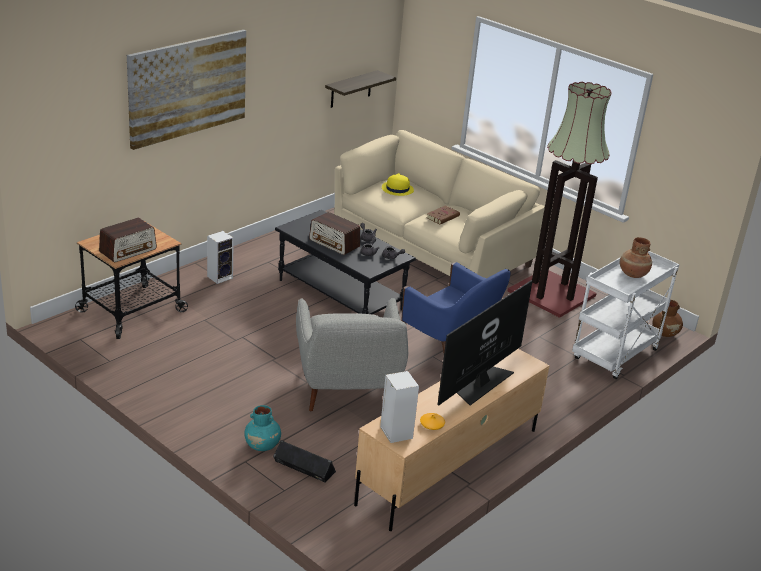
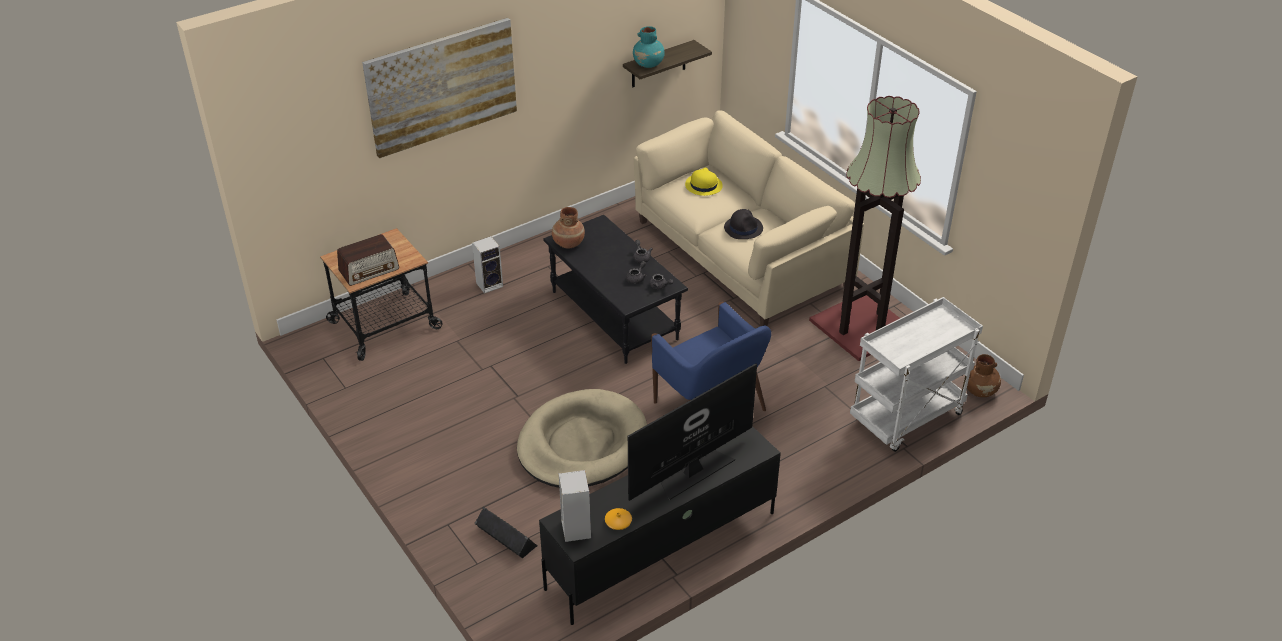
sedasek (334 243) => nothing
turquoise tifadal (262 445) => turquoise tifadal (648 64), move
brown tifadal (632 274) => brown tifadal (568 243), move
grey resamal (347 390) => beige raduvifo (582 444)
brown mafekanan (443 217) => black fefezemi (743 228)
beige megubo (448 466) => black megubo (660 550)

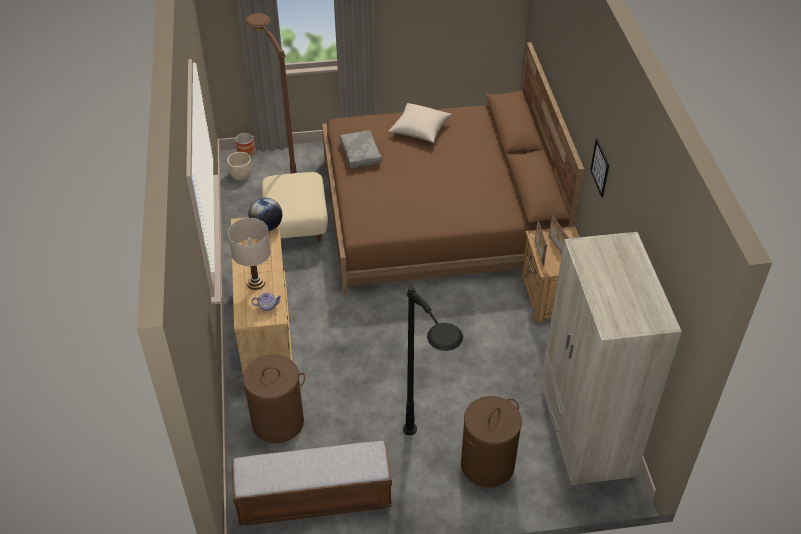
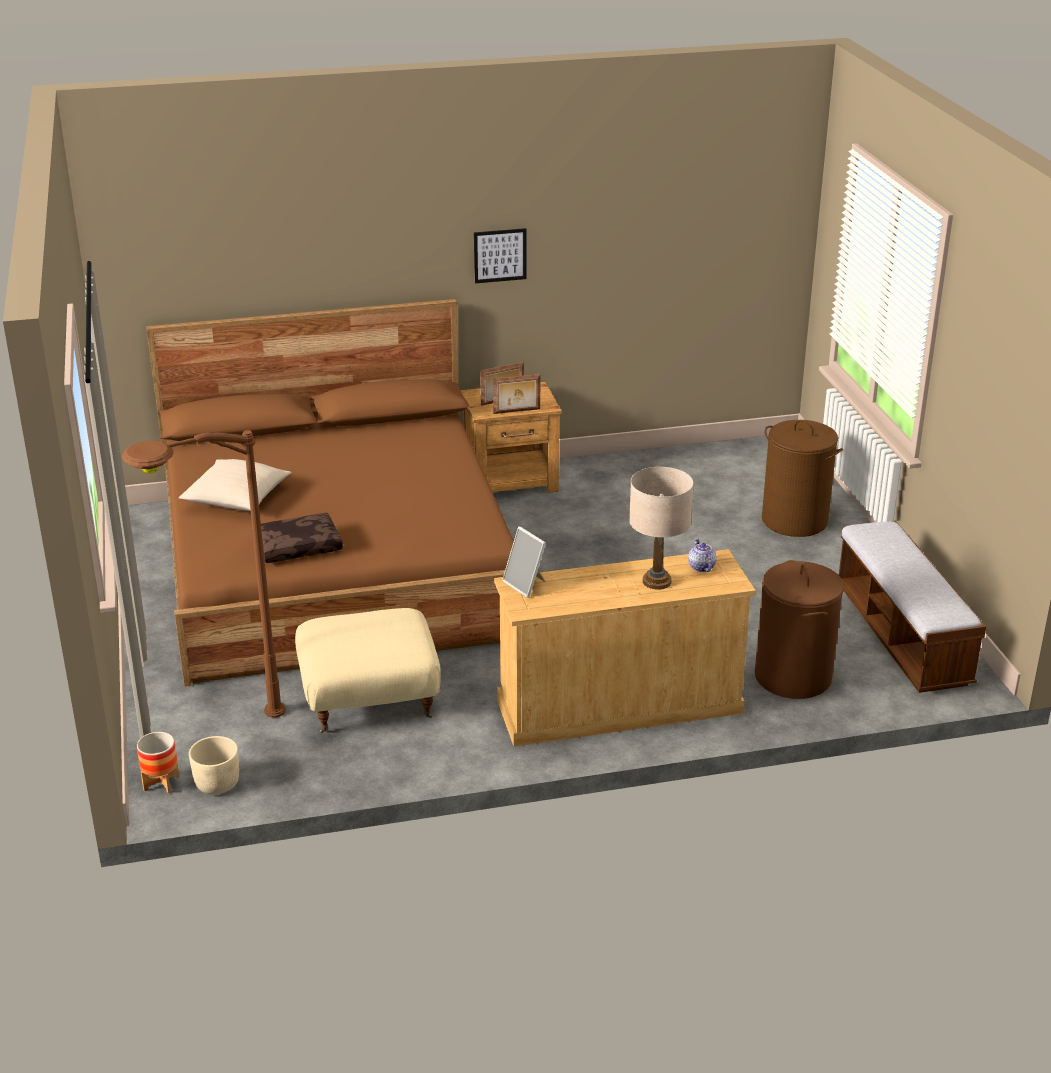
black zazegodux (429 464) => nothing
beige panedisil (585 431) => nothing
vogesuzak (267 226) => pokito (526 585)
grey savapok (361 154) => brown savapok (298 546)

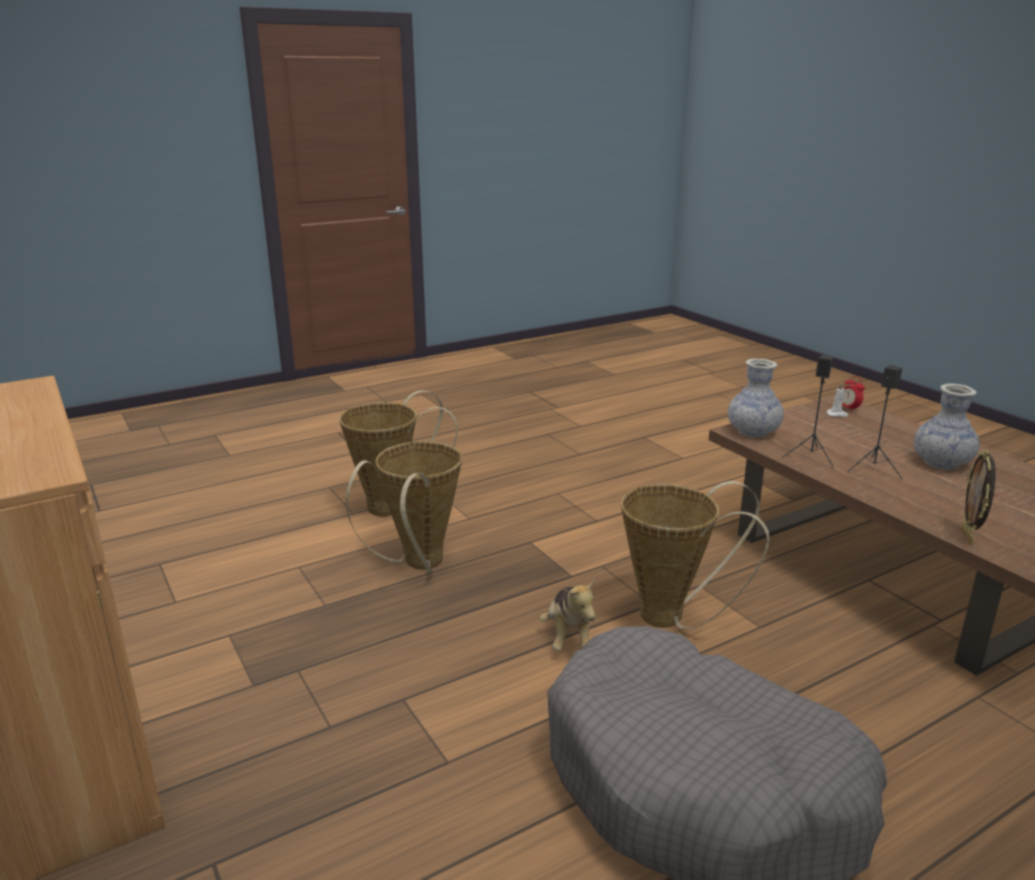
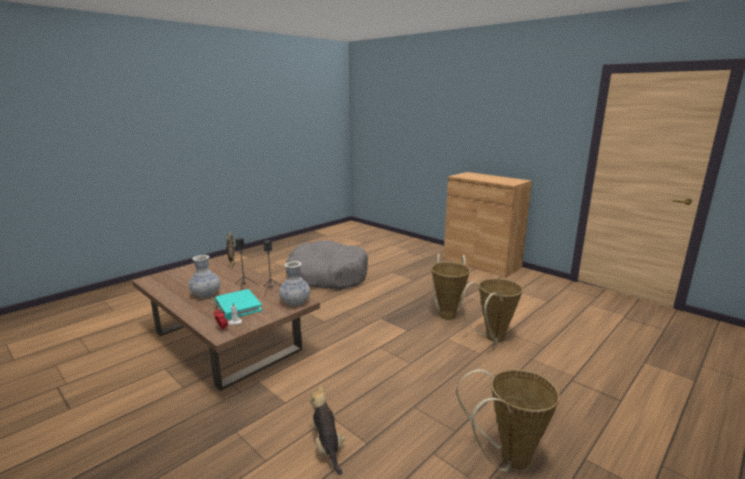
nothing => turquoise mafekanan (237 306)
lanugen (568 637) => lanugen (327 447), move
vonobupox (672 617) => vonobupox (507 459), move

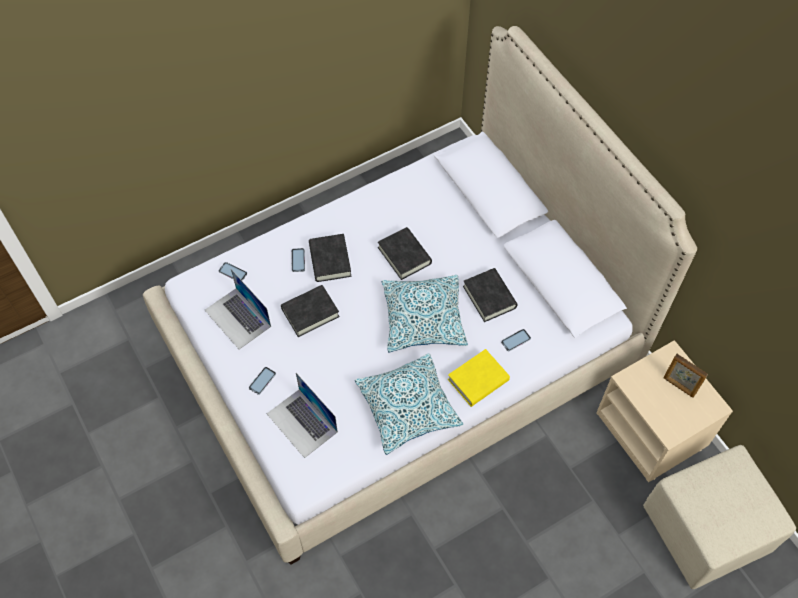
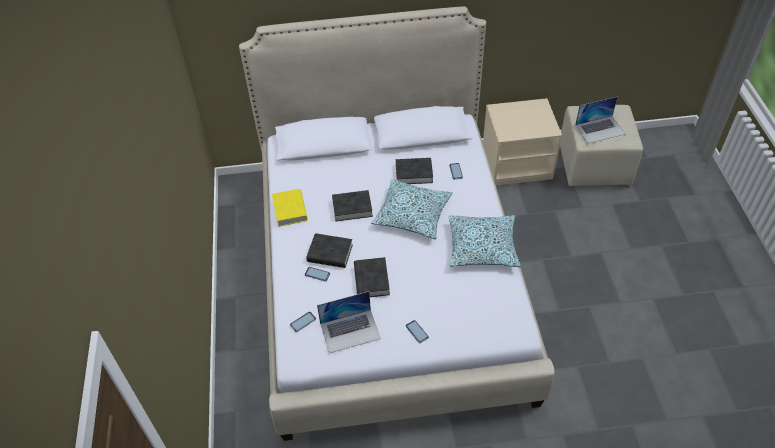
pokito (679 386) => nothing
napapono (302 423) => napapono (600 129), move
yellow mafekanan (478 380) => yellow mafekanan (290 210), move

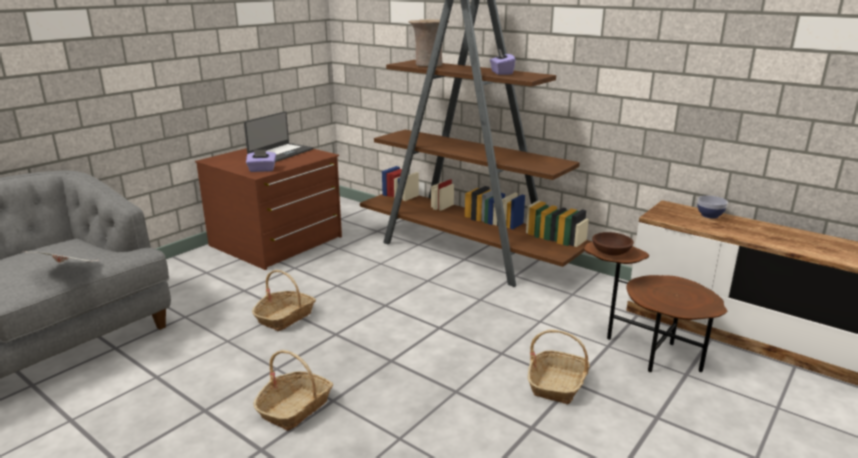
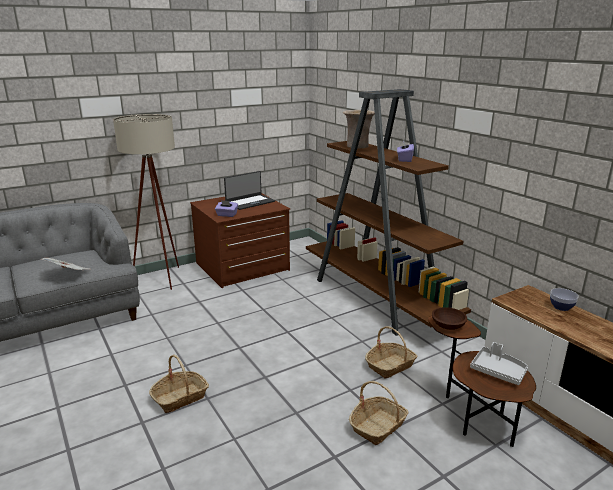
nothing => beige zazegodux (162 280)
nothing => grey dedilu (498 371)
vonobupox (285 317) => vonobupox (390 366), move

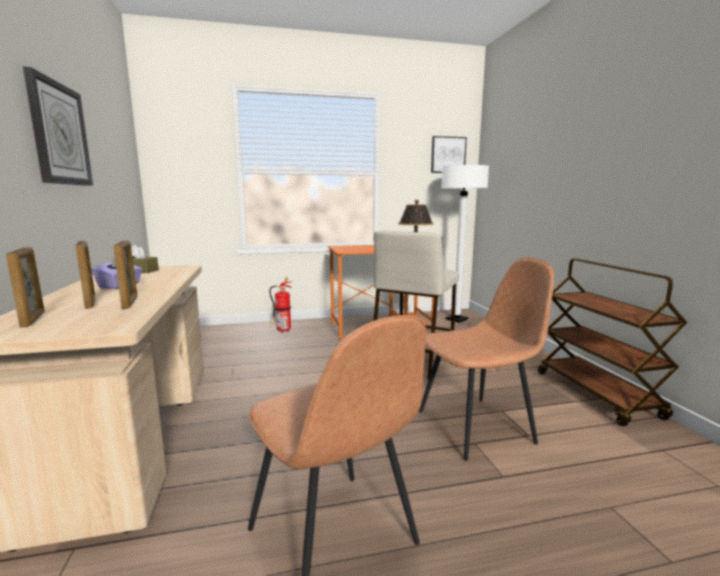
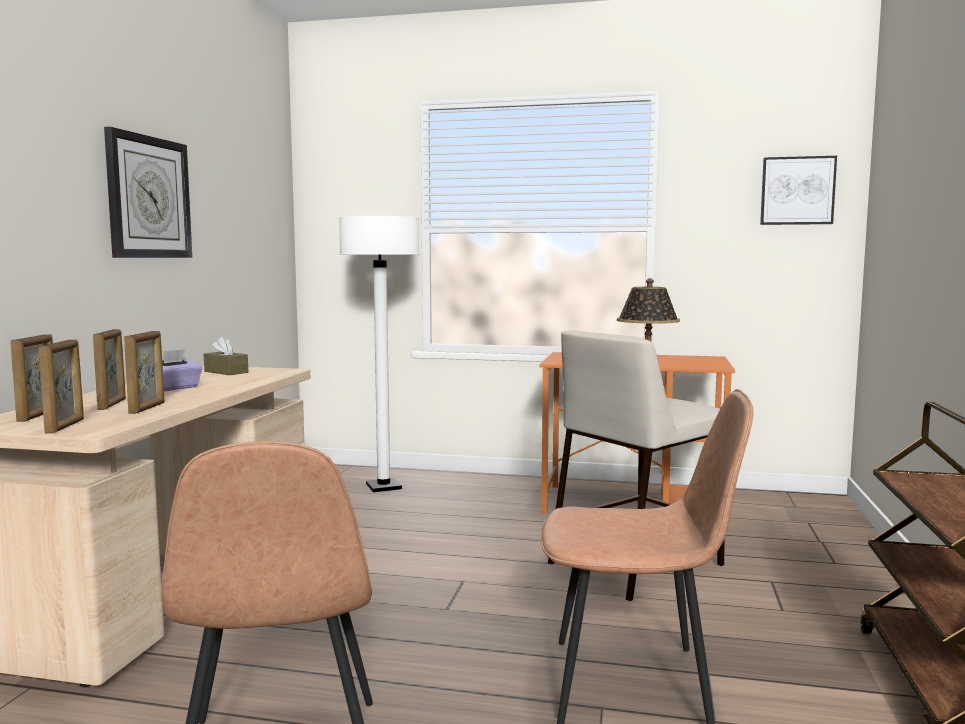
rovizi (282 330) => nothing
nothing => pokito (65 426)
white zazegodux (456 319) => white zazegodux (383 487), move

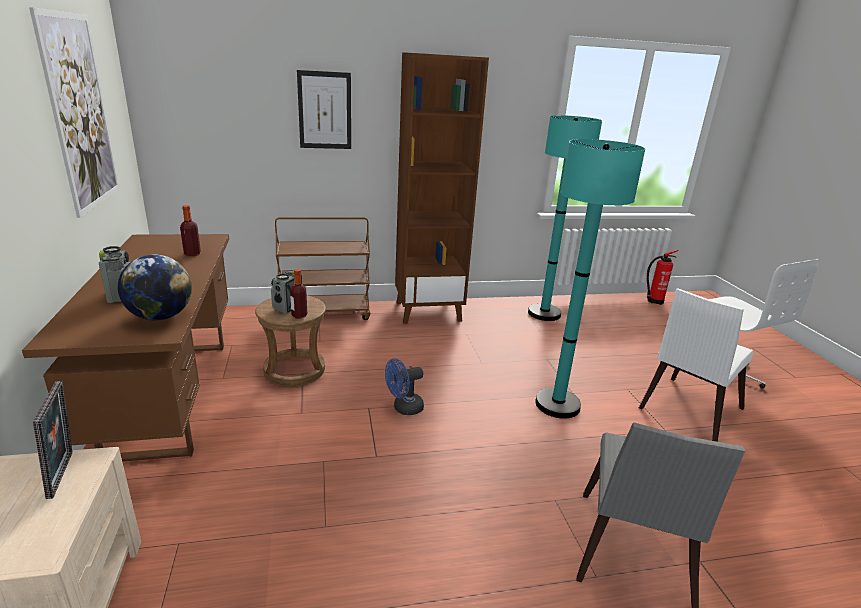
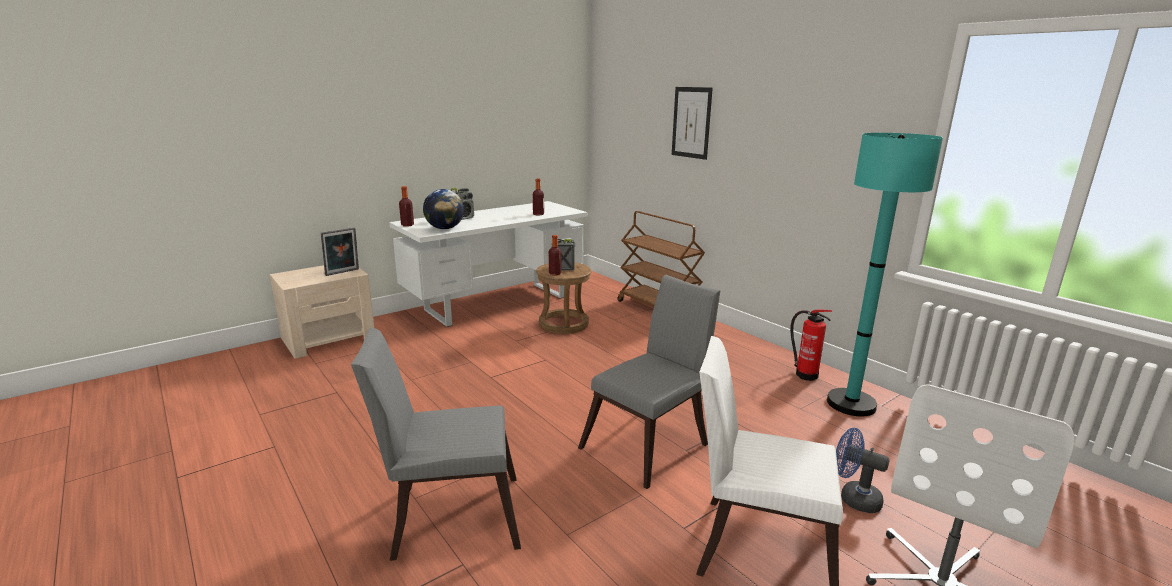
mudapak (80 113) => nothing
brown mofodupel (428 311) => nothing
nothing => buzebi (407 225)
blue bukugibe (404 408) => blue bukugibe (853 498), move
rovizi (653 301) => rovizi (804 374), move
turquoise zazegodux (557 404) => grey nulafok (650 443)
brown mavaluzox (170 395) => white mavaluzox (496 303)

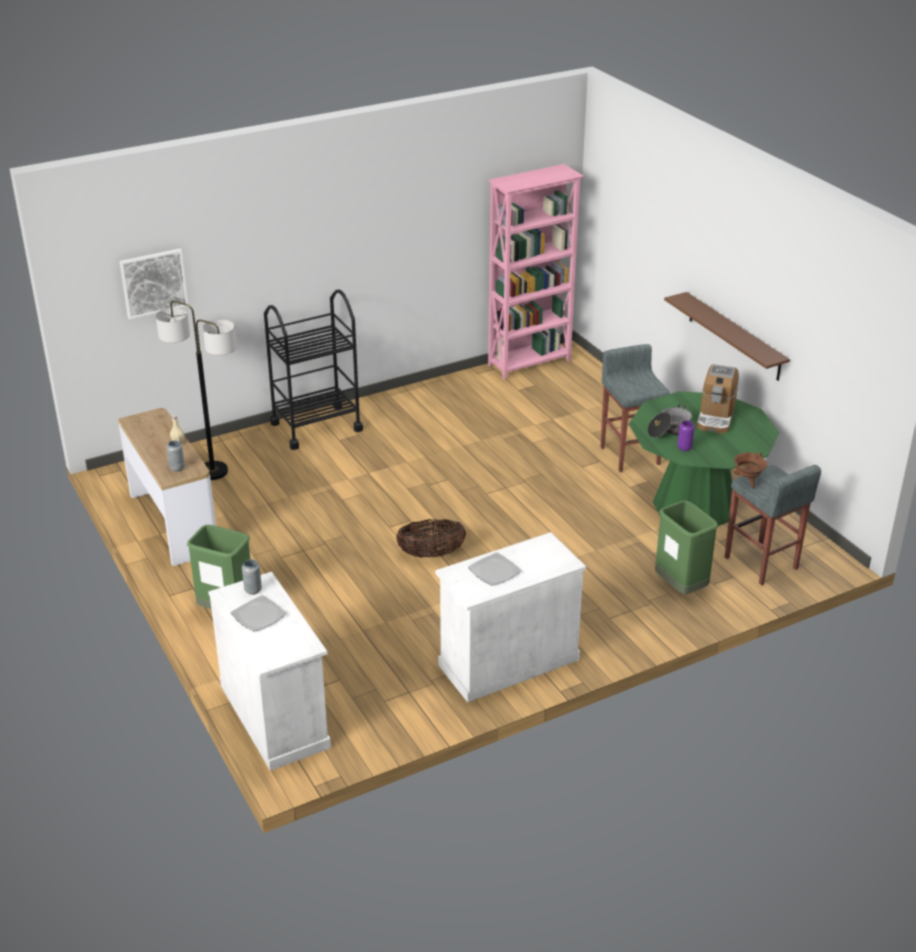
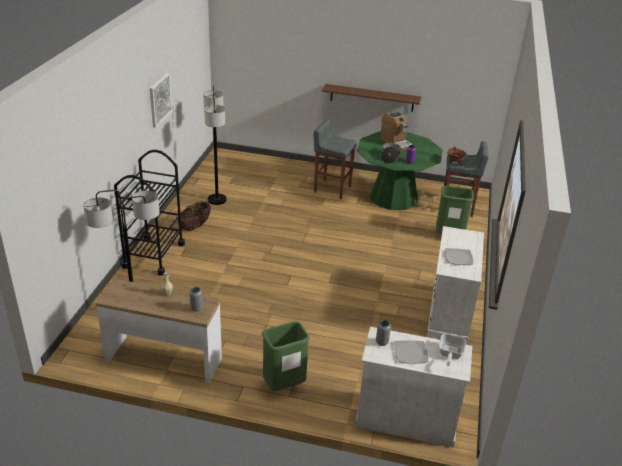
pink mofodupel (530 363) => nothing
nothing => zazegodux (217 200)
nothing => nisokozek (449 354)
mudapak (154 283) => mudapak (159 99), move
vonobupox (431 554) => vonobupox (195 226), move

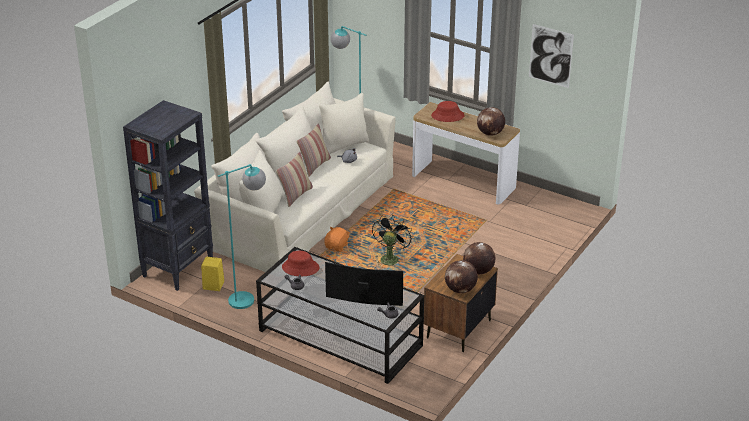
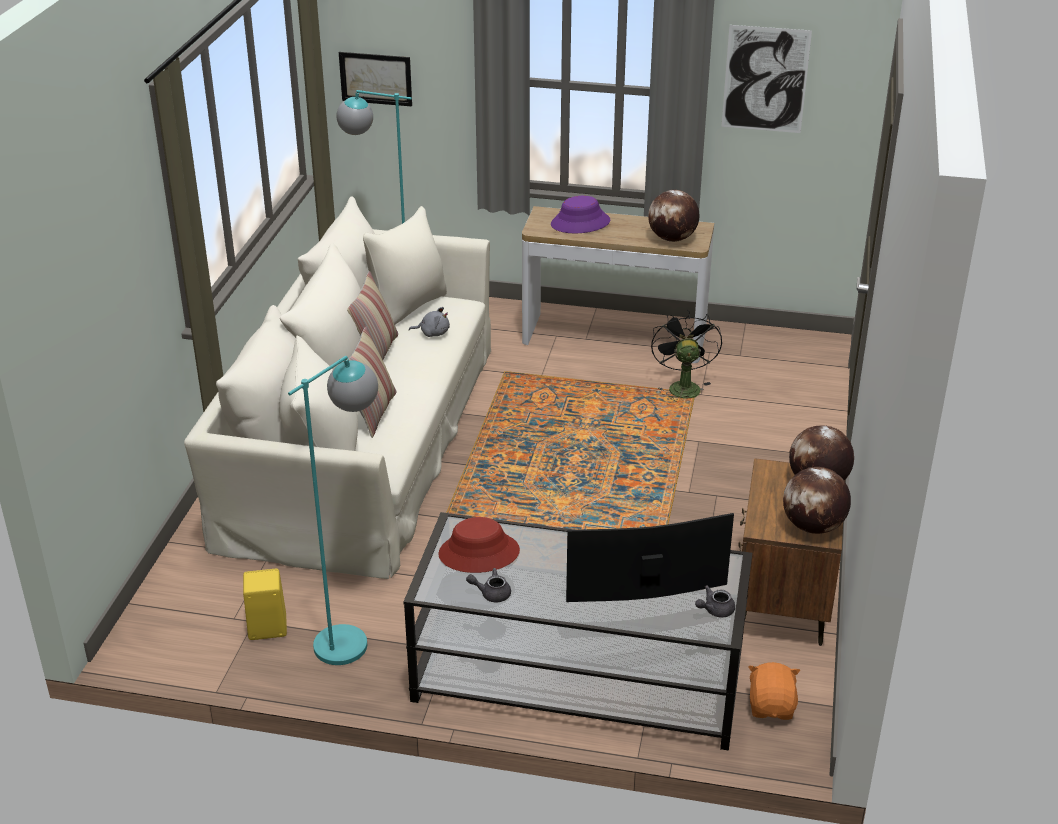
black mofodupel (178 268) => nothing
nothing => mudapak (375 78)
orange lanugen (337 246) => orange lanugen (772 706), move
black bukugibe (390 257) => black bukugibe (682 386), move
red fefezemi (447 116) => purple fefezemi (580 223)

